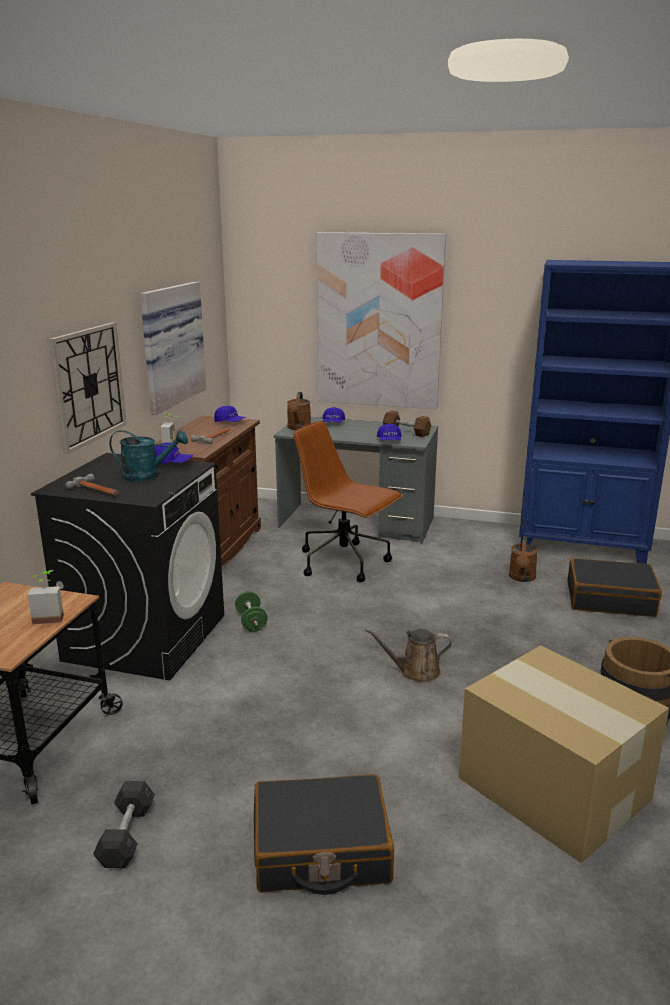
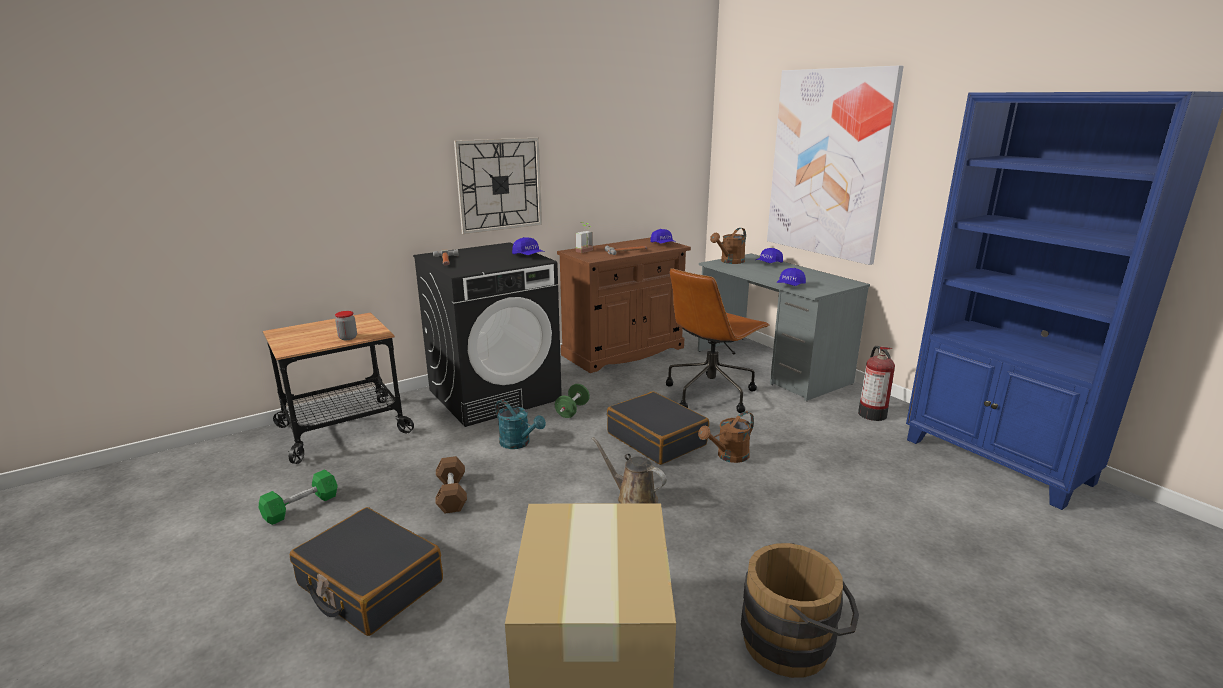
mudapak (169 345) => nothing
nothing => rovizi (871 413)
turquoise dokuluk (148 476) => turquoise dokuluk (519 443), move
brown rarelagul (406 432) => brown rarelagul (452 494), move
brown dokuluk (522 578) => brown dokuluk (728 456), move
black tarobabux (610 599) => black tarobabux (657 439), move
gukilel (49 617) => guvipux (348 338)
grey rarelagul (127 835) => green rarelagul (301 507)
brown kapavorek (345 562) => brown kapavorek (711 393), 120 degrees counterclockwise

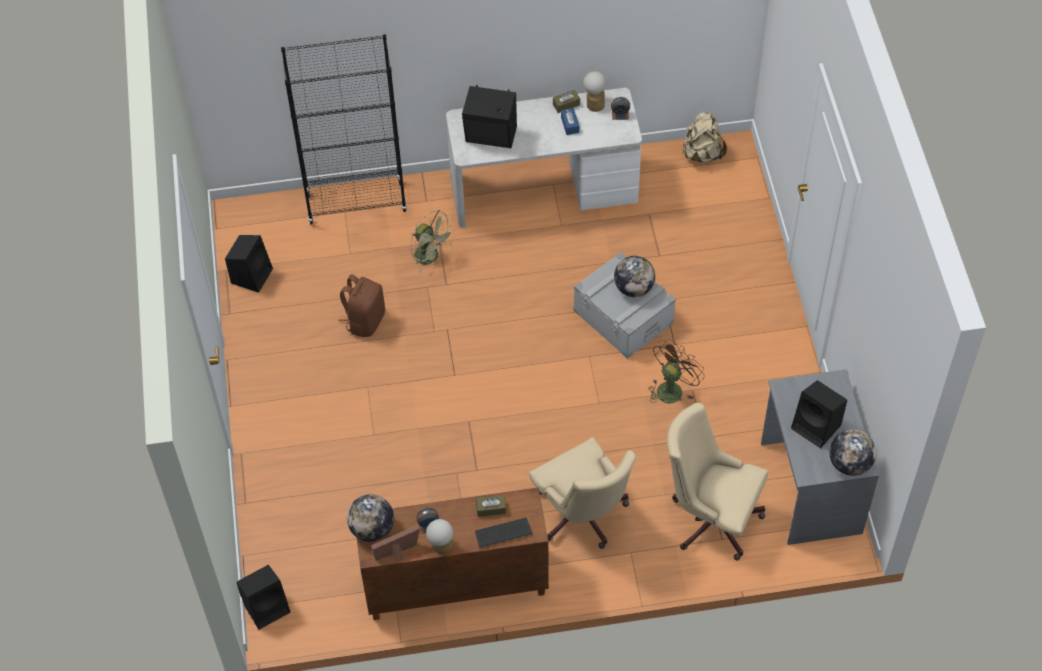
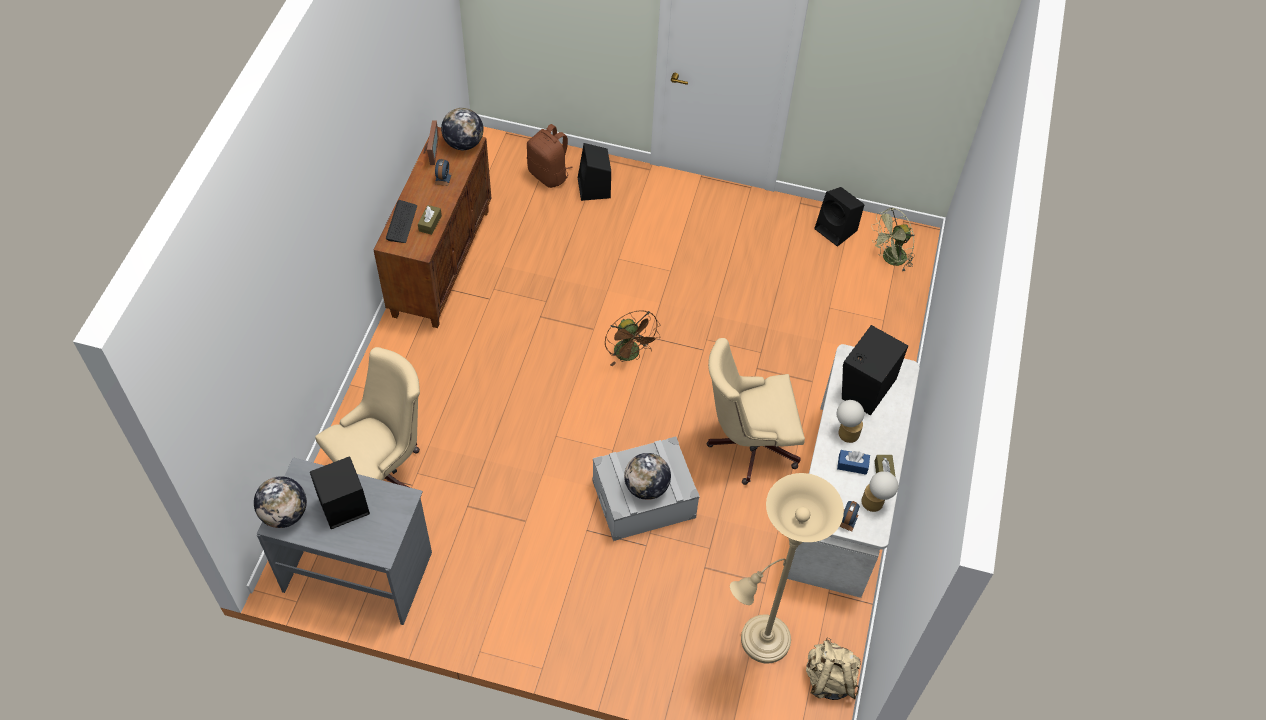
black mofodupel (356 203) => nothing
nothing => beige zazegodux (759 643)
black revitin (267 606) => black revitin (594 189), move
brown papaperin (365 320) => brown papaperin (549 174), move
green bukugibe (431 257) => green bukugibe (890 259), move
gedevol (441 547) => gedevol (846 431), move
beige kapavorek (583 517) => beige kapavorek (747 444), move
brown bukugibe (672 388) => brown bukugibe (630 355), move

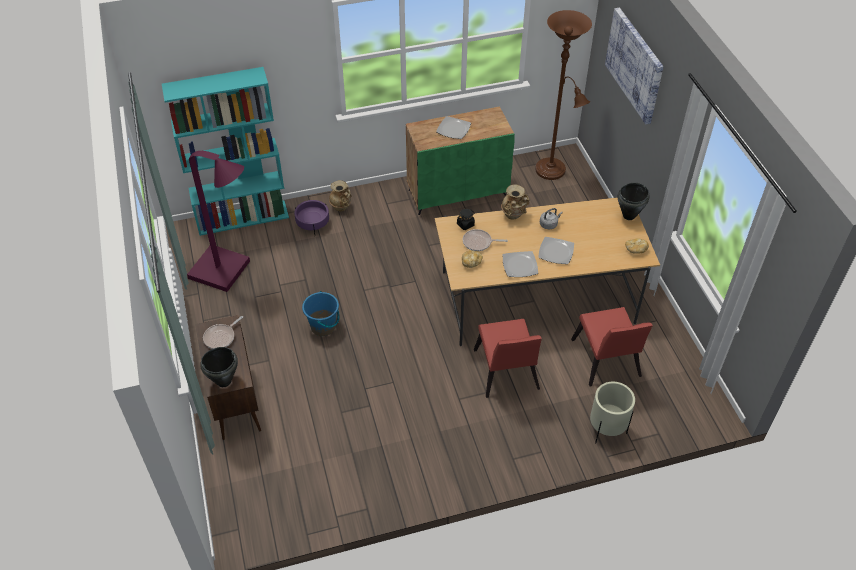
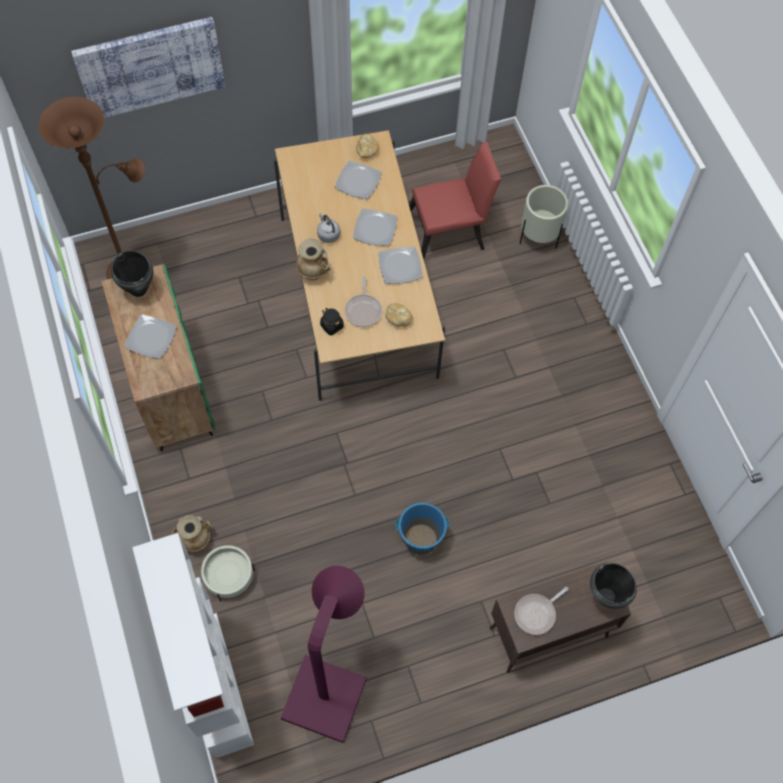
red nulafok (506 373) => nothing
nothing => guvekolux (358 181)
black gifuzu (629 216) => black gifuzu (139 289), move
turquoise mofodupel (243 217) => white mofodupel (215 683)
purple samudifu (313 223) => beige samudifu (229 577)
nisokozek (221 337) => nisokozek (536 613), 105 degrees clockwise

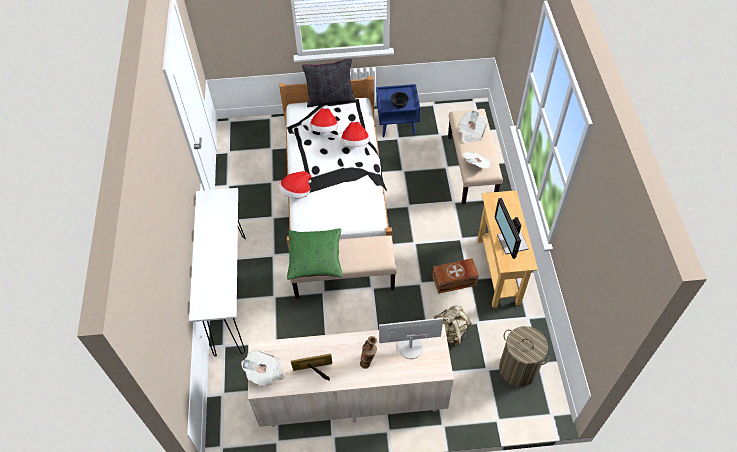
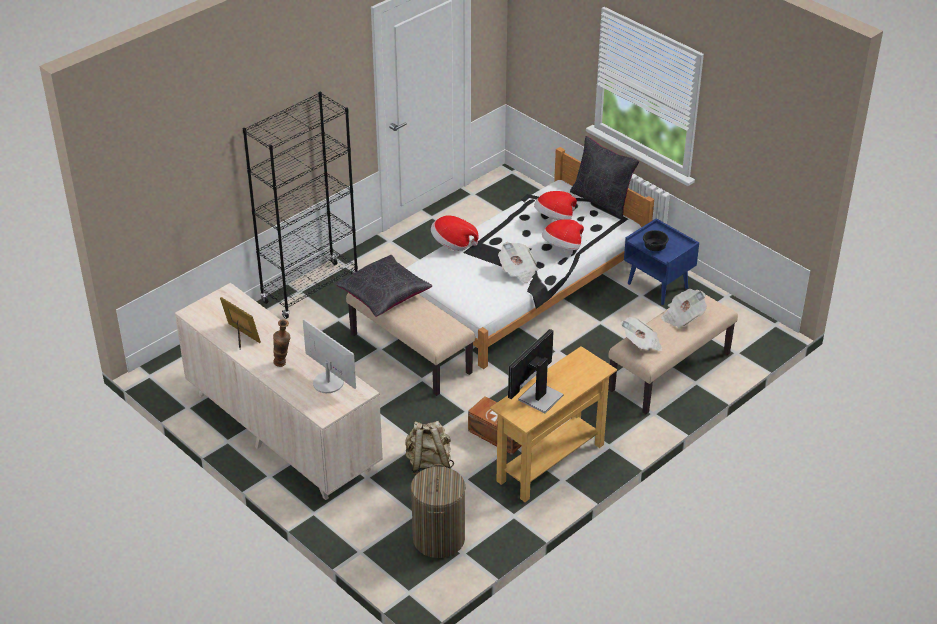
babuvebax (265 372) => babuvebax (518 271), move
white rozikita (230 294) => black mofodupel (310 290)
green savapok (315 258) => black savapok (384 294)

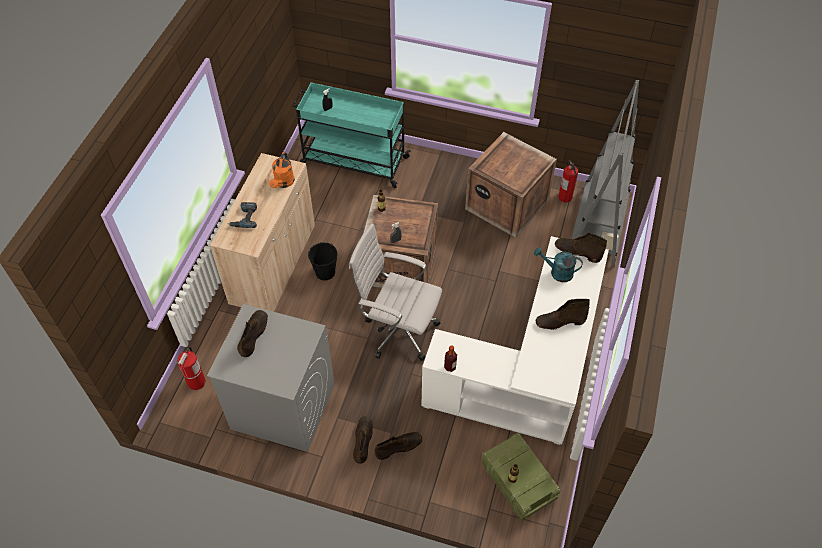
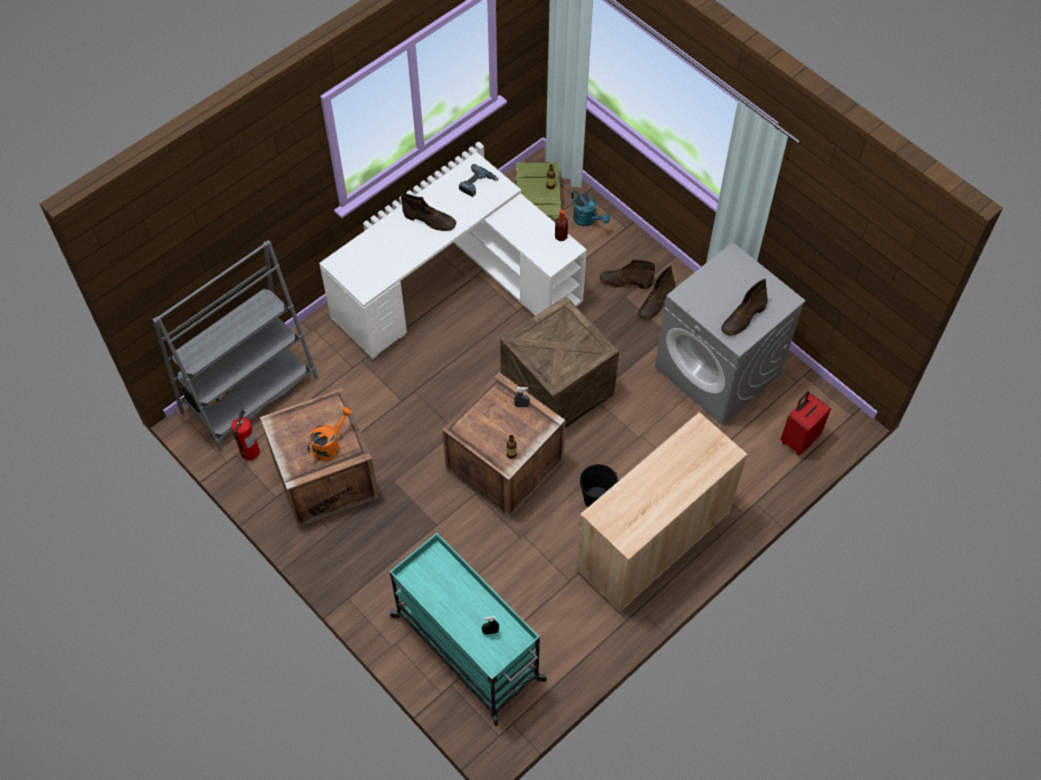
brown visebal (577 252) => nothing
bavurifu (244 218) => bavurifu (477 184), move
orange dokuluk (283 183) => orange dokuluk (329 445), move
turquoise dokuluk (557 272) => turquoise dokuluk (587 220), move
rovizi (196 382) => red tarobabux (799 439)
white kapavorek (397 330) => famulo (557 389)

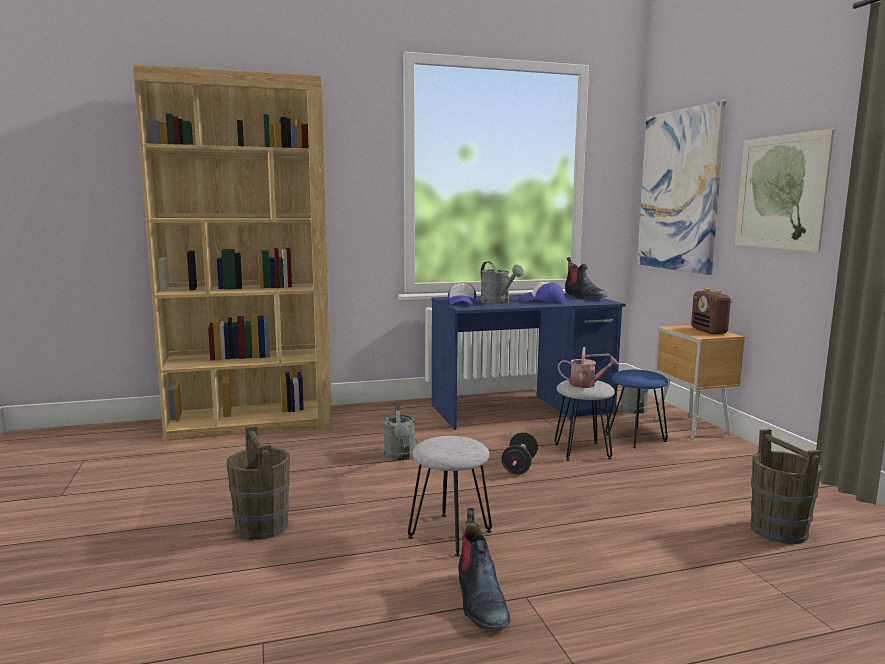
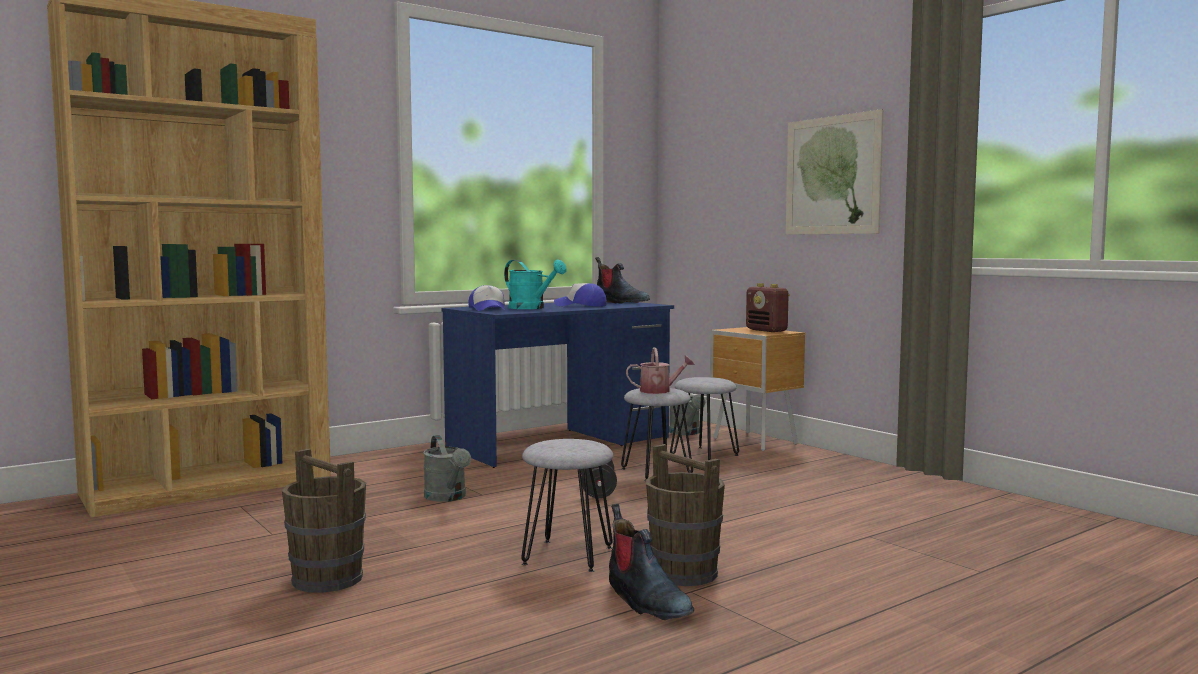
mudapak (679 191) => nothing
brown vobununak (779 531) => brown vobununak (684 573), move
grey dokuluk (498 302) => turquoise dokuluk (532 308)
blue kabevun (636 438) => grey kabevun (705 455)

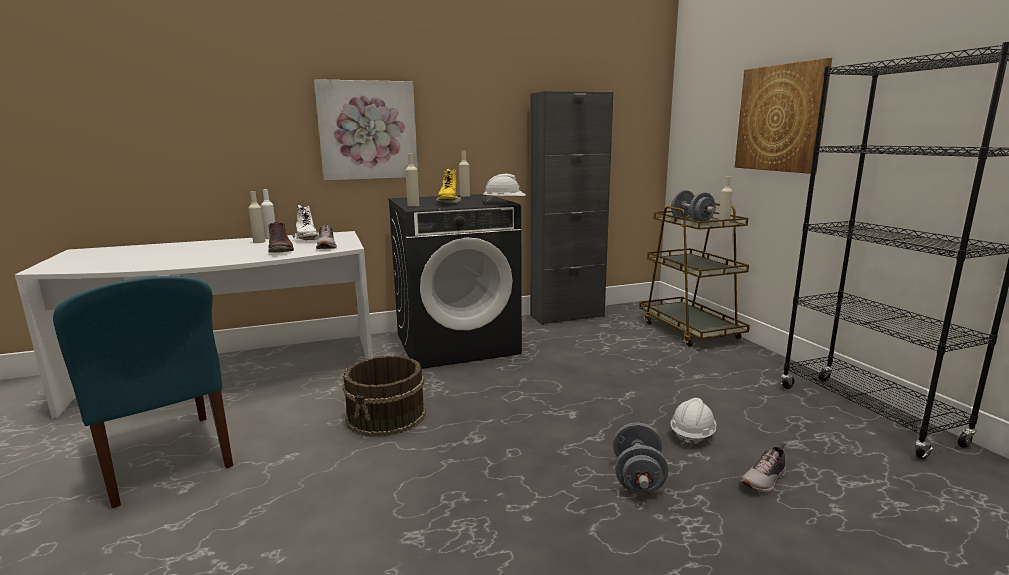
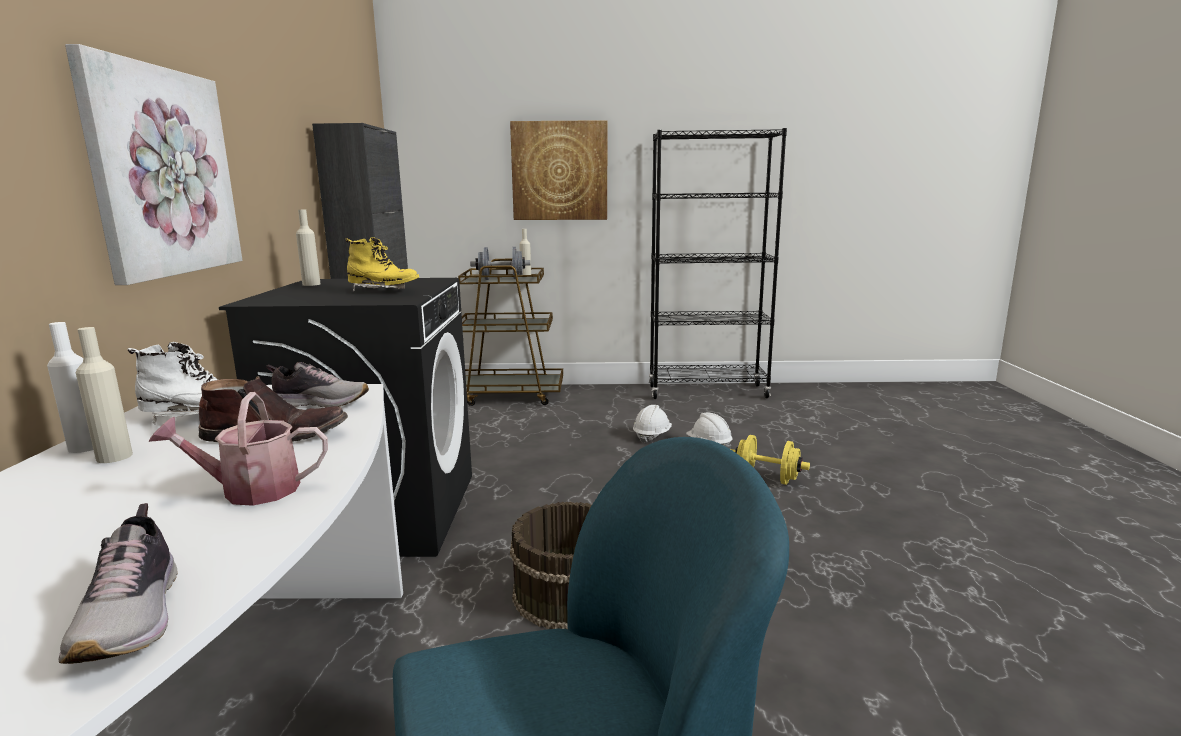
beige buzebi (413 205) => nothing
nothing => dokuluk (250 491)
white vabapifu (504 203) => white vabapifu (652 436), move
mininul (764 480) => mininul (133 616), move
grey rarelagul (638 478) => yellow rarelagul (766 479)

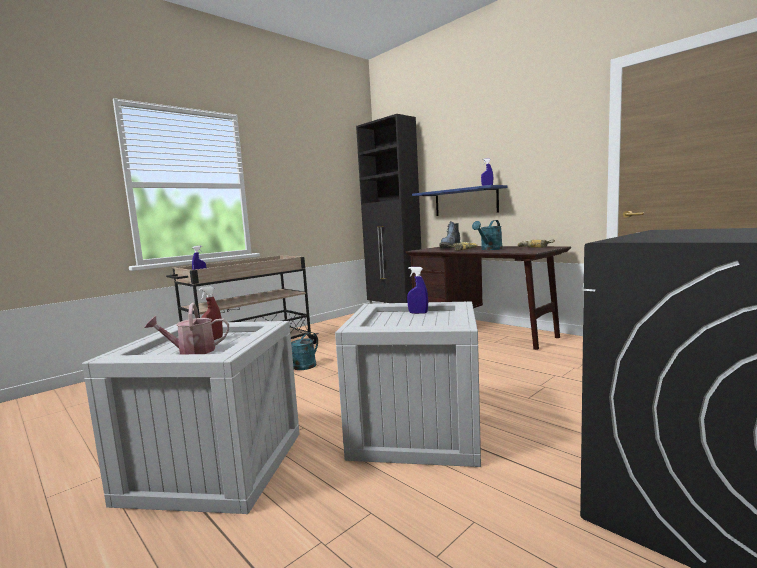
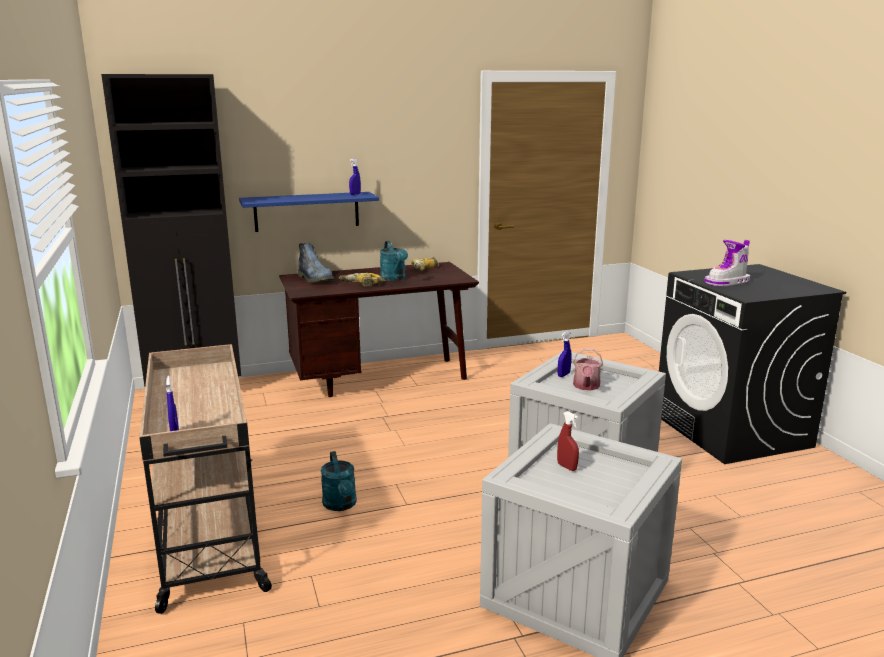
nothing => visebal (727 282)
dokuluk (191 351) => dokuluk (586 387), move

